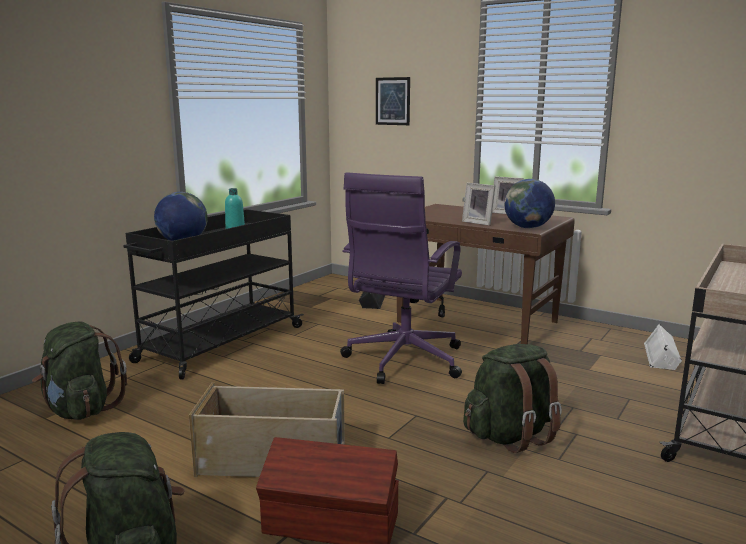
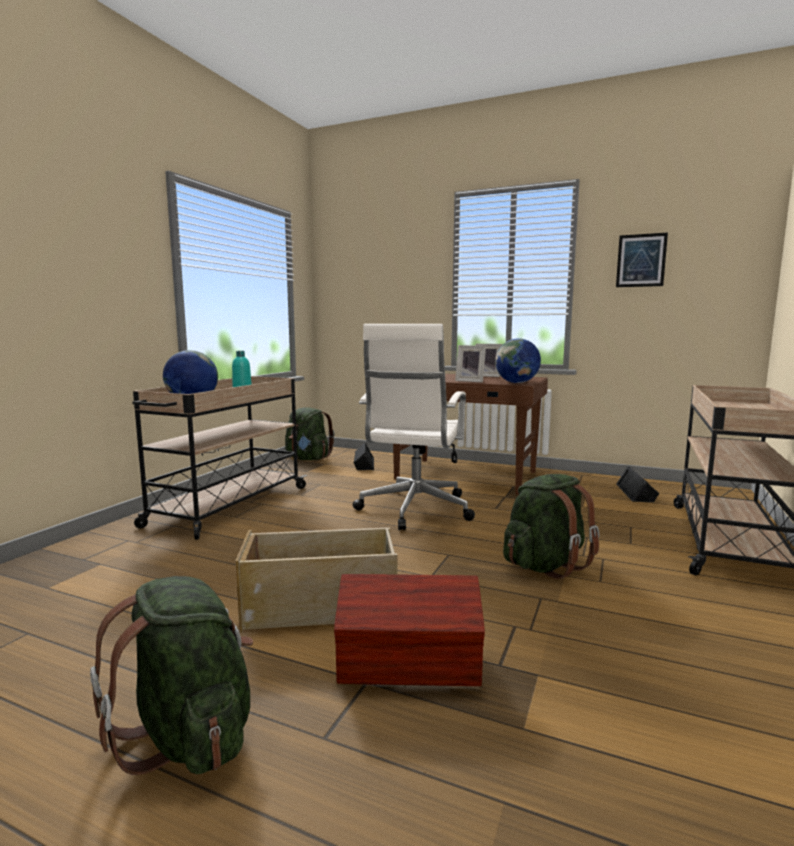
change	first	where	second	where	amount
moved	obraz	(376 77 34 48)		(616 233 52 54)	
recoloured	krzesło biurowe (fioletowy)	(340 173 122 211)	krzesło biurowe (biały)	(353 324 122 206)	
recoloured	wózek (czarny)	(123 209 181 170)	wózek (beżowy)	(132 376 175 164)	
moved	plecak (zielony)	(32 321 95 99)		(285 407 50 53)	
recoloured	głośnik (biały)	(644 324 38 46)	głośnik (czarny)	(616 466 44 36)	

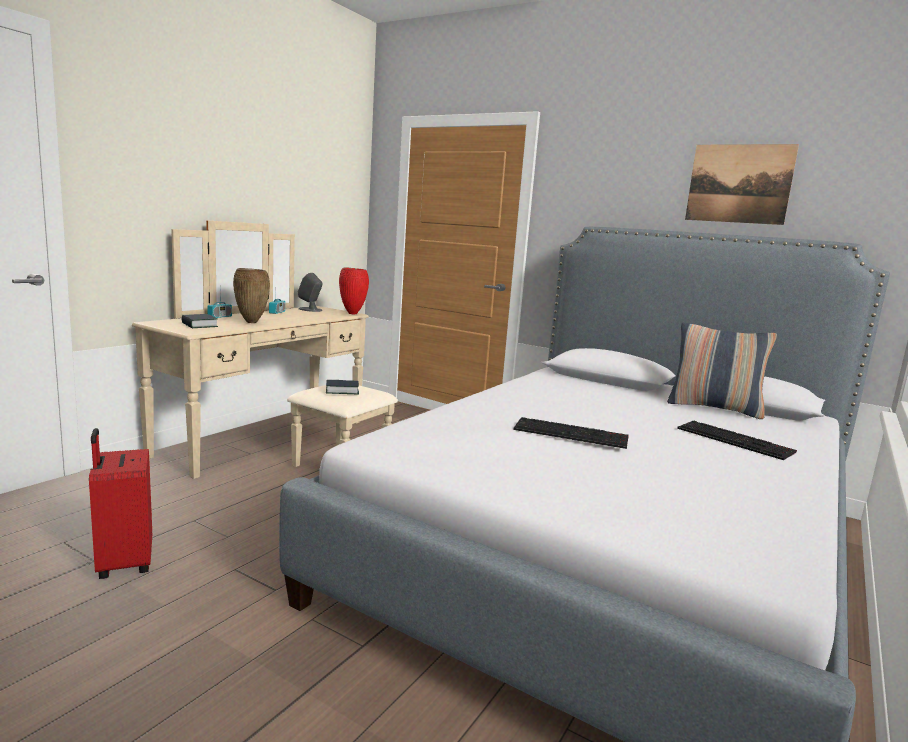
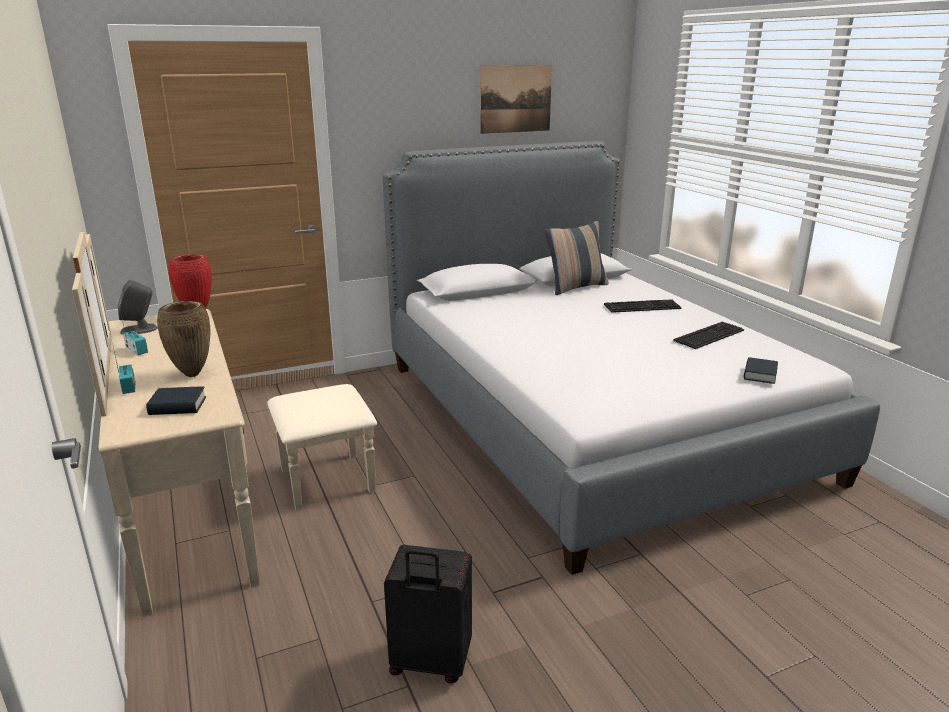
change	first	where	second	where	amount
moved	książka	(326 380 33 14)		(744 357 34 27)	
moved	klawiatura	(513 417 116 32)		(673 322 71 27)	
recoloured	walizka (czerwony)	(89 428 63 151)	walizka (czarny)	(384 545 88 139)	

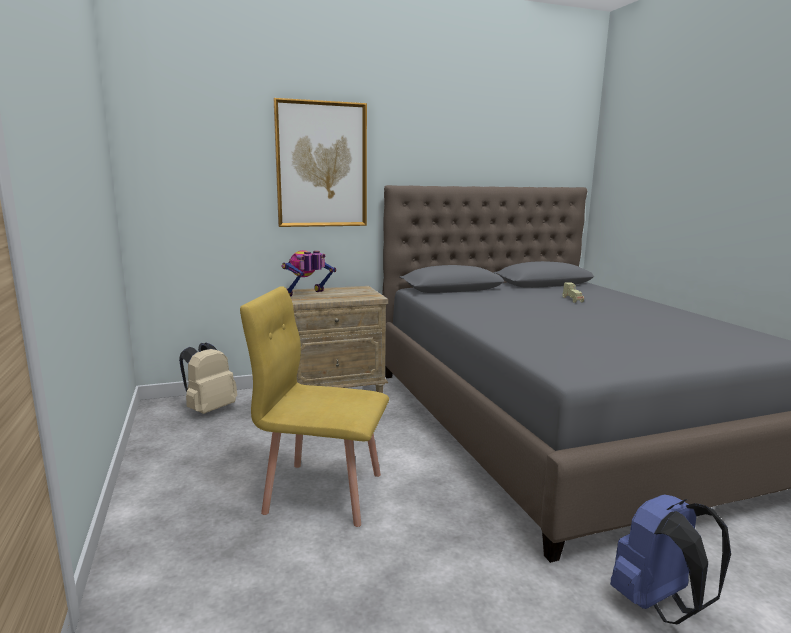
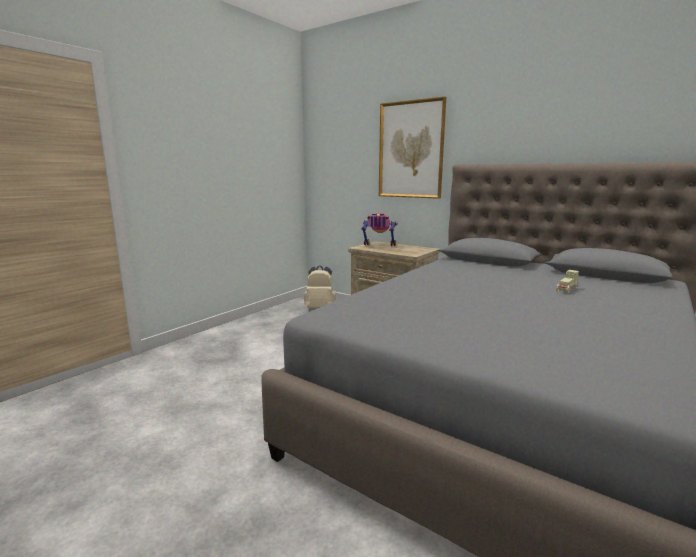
change	first	where	second	where	amount
removed	krzesło (żółty)	(240 286 149 241)			
removed	plecak (niebieski)	(610 494 121 130)			

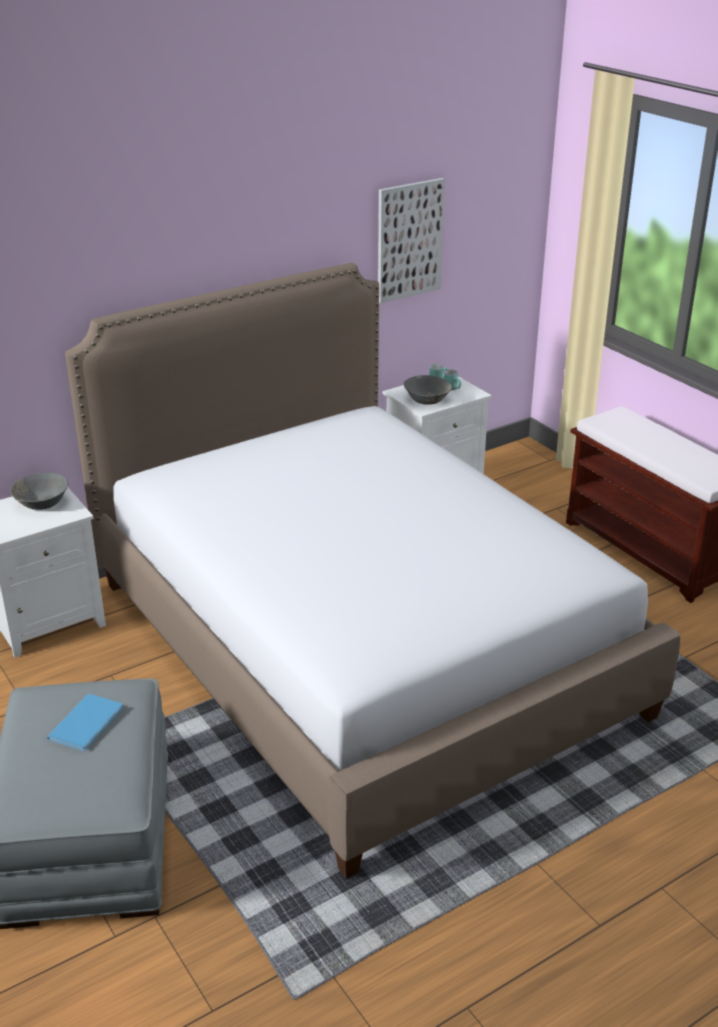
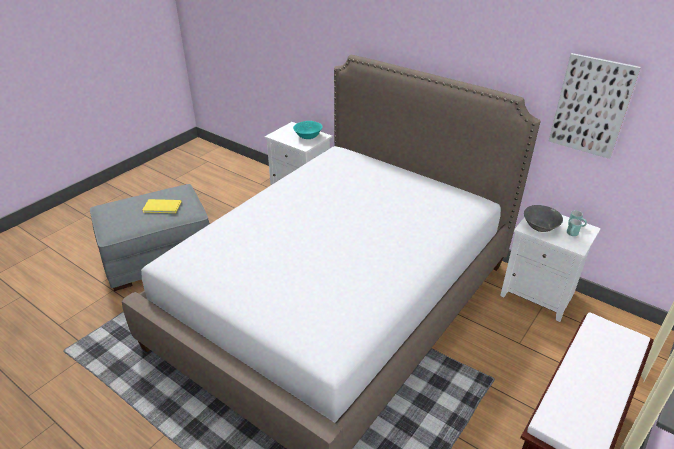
change	first	where	second	where	amount
recoloured	miska (szary)	(10 473 58 37)	miska (turkusowy)	(293 121 30 18)	
recoloured	książka (niebieski)	(47 694 76 57)	książka (żółty)	(143 199 38 14)	

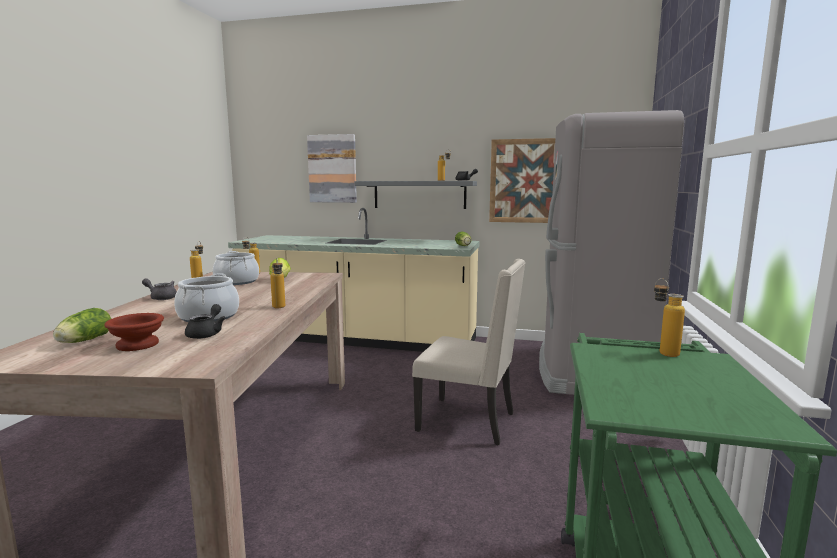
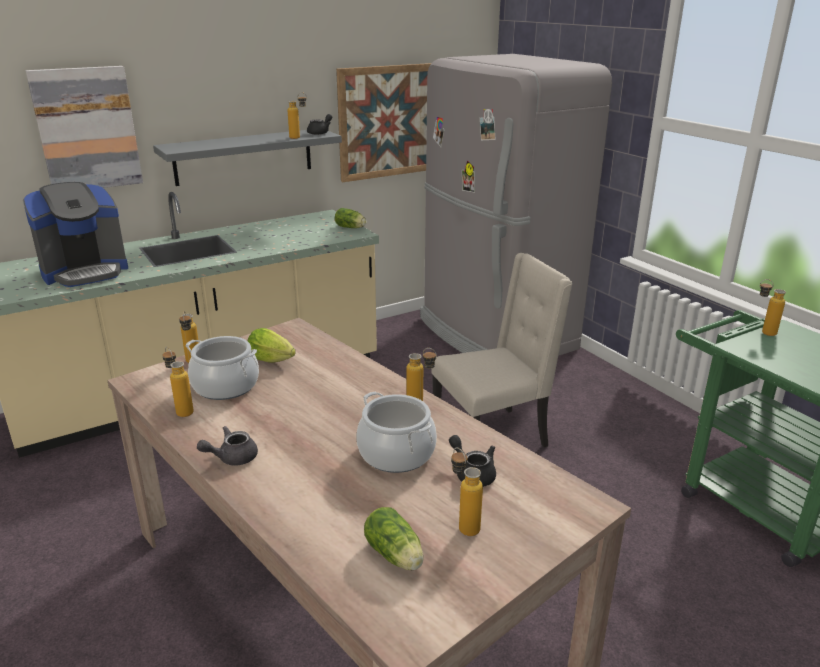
change	first	where	second	where	amount
replaced	miska (brązowy)	(104 313 60 38)	butelka	(451 447 32 89)	
added			ekspres do kawy	(23 182 105 105)	

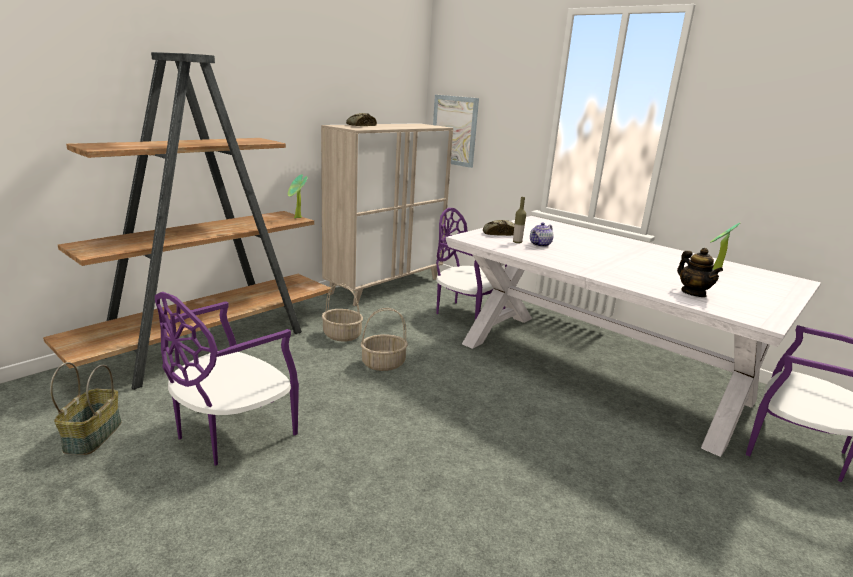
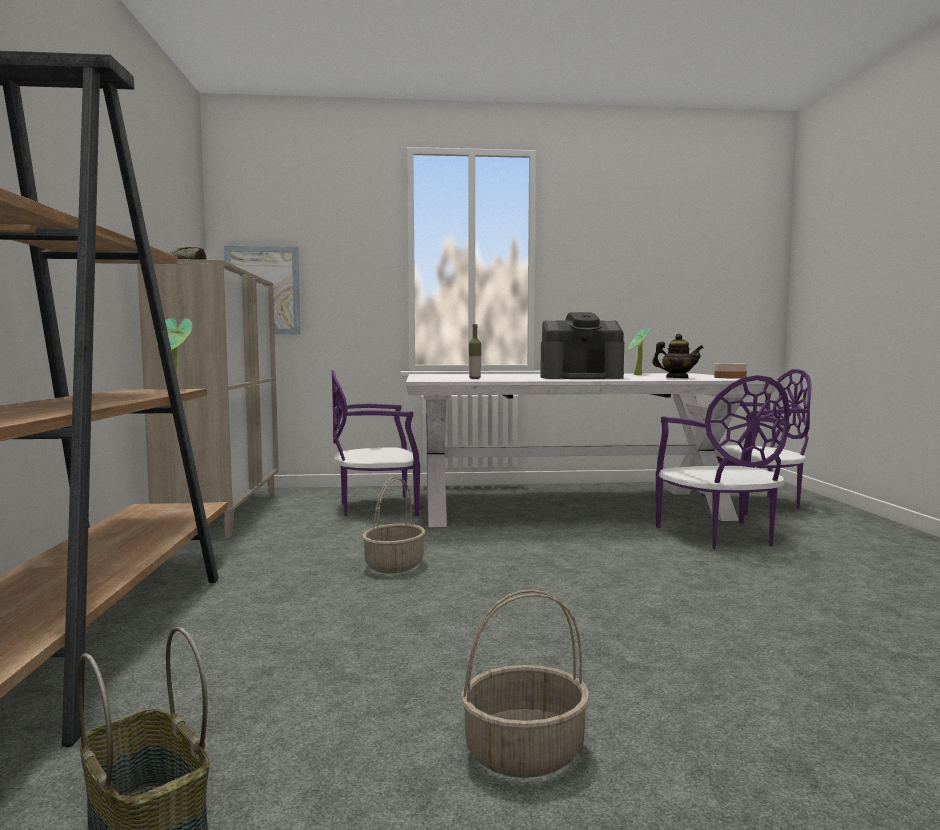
change	first	where	second	where	amount
removed	chleb	(483 220 32 16)			
removed	imbryk	(530 222 23 25)			
moved	koszyk	(321 283 42 59)		(461 589 129 189)	
moved	krzesło (fioletowy)	(155 292 144 174)		(656 375 133 174)	
added			ekspres do kawy	(540 312 84 67)	
added			miska	(714 363 33 16)	

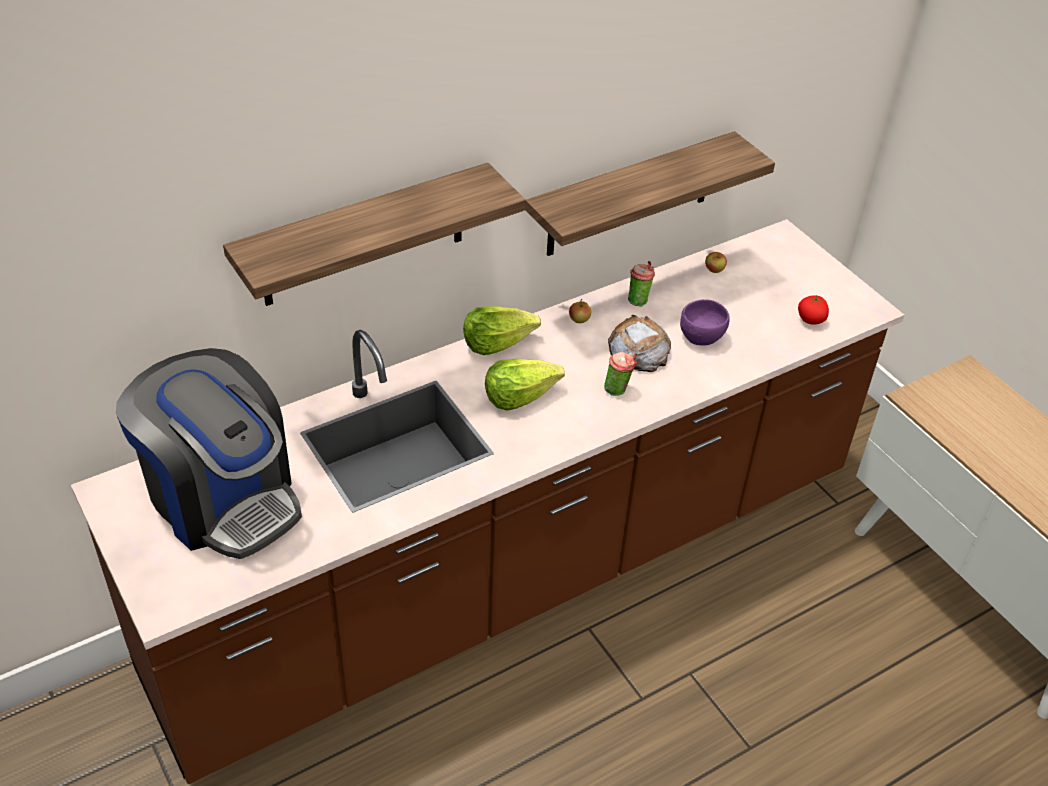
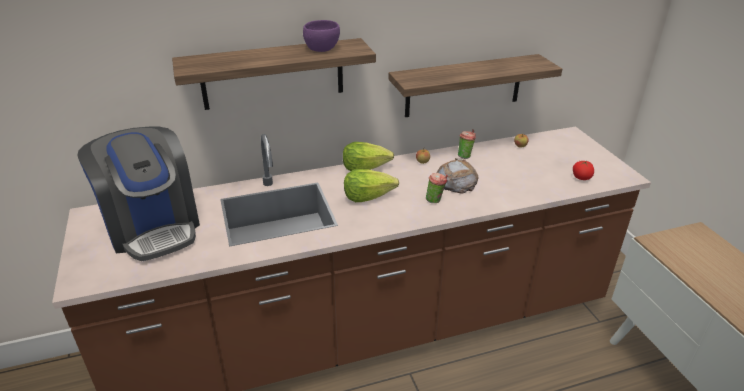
change	first	where	second	where	amount
moved	miska (fioletowy)	(680 299 50 47)		(303 20 37 32)	

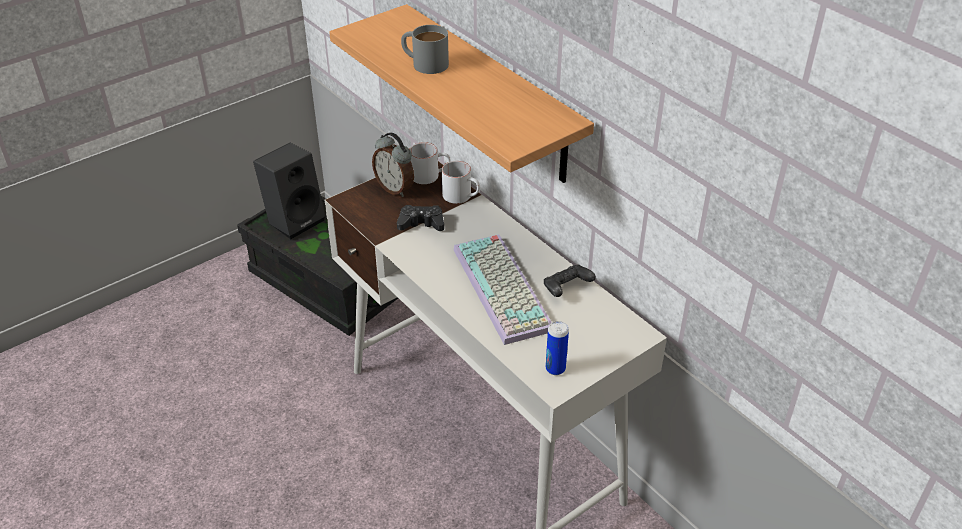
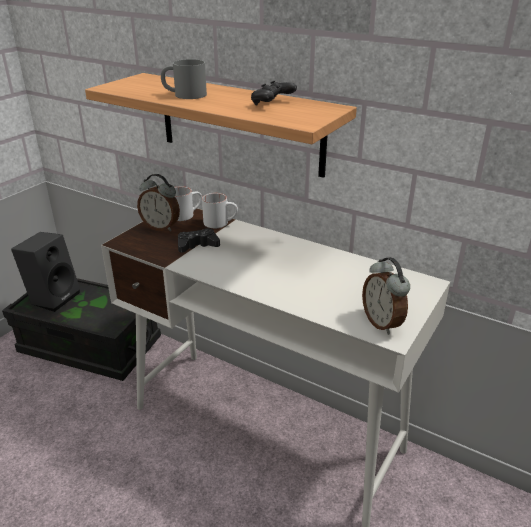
change	first	where	second	where	amount
removed	klawiatura	(453 234 99 111)			
moved	pad do gier (czarny)	(544 265 52 32)		(251 80 46 26)	
replaced	puszka	(546 321 23 54)	budzik	(362 257 48 78)	

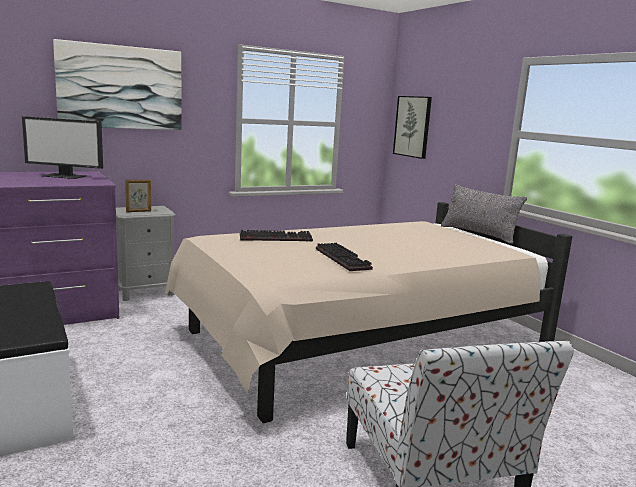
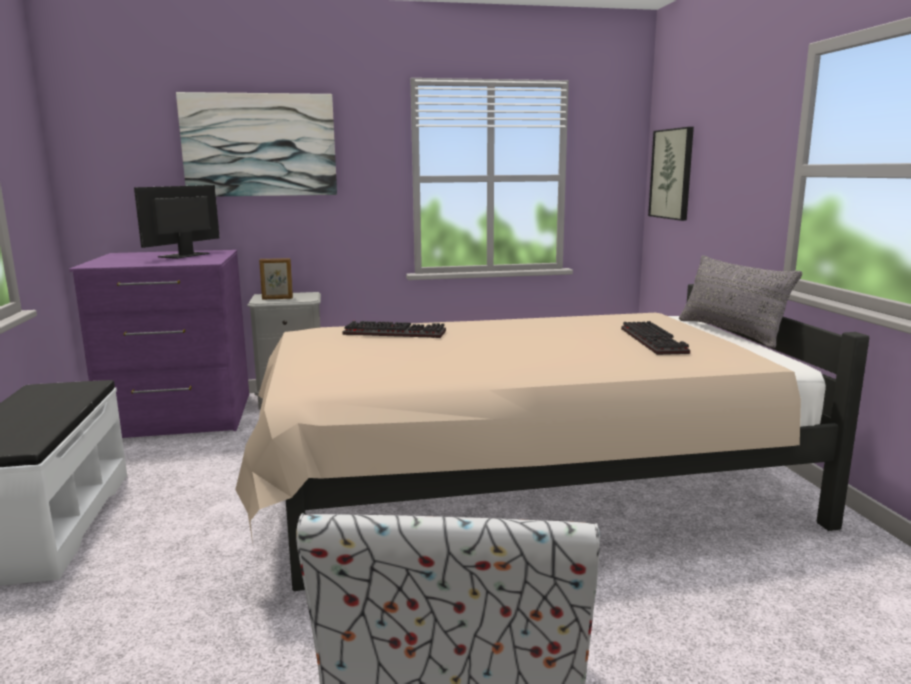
change	first	where	second	where	amount
turned	monitor	(22 116 81 63)		(134 185 86 74)	90 degrees clockwise
moved	klawiatura	(316 243 57 28)		(621 321 69 34)	

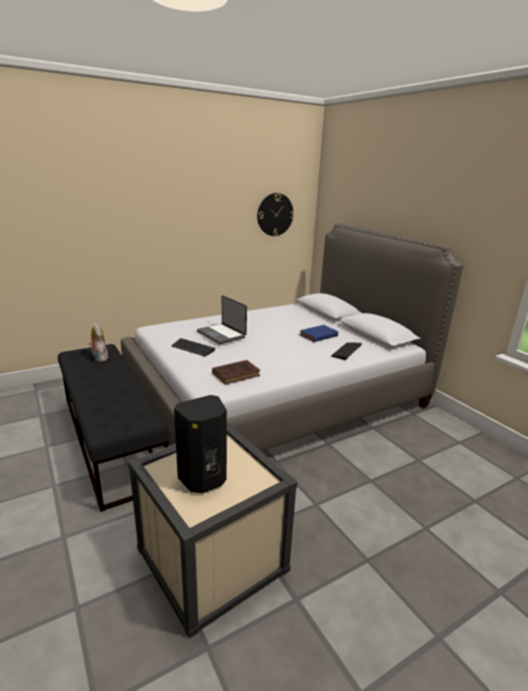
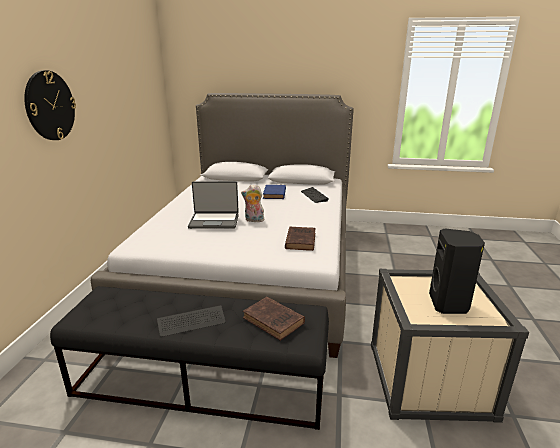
change	first	where	second	where	amount
moved	zegar ścienny	(257 193 37 43)		(24 70 52 70)	
moved	pluszak	(89 323 19 38)		(241 185 23 37)	
moved	klawiatura	(172 338 43 18)		(157 305 68 32)	
added			książka (brązowy)	(243 297 62 44)	

